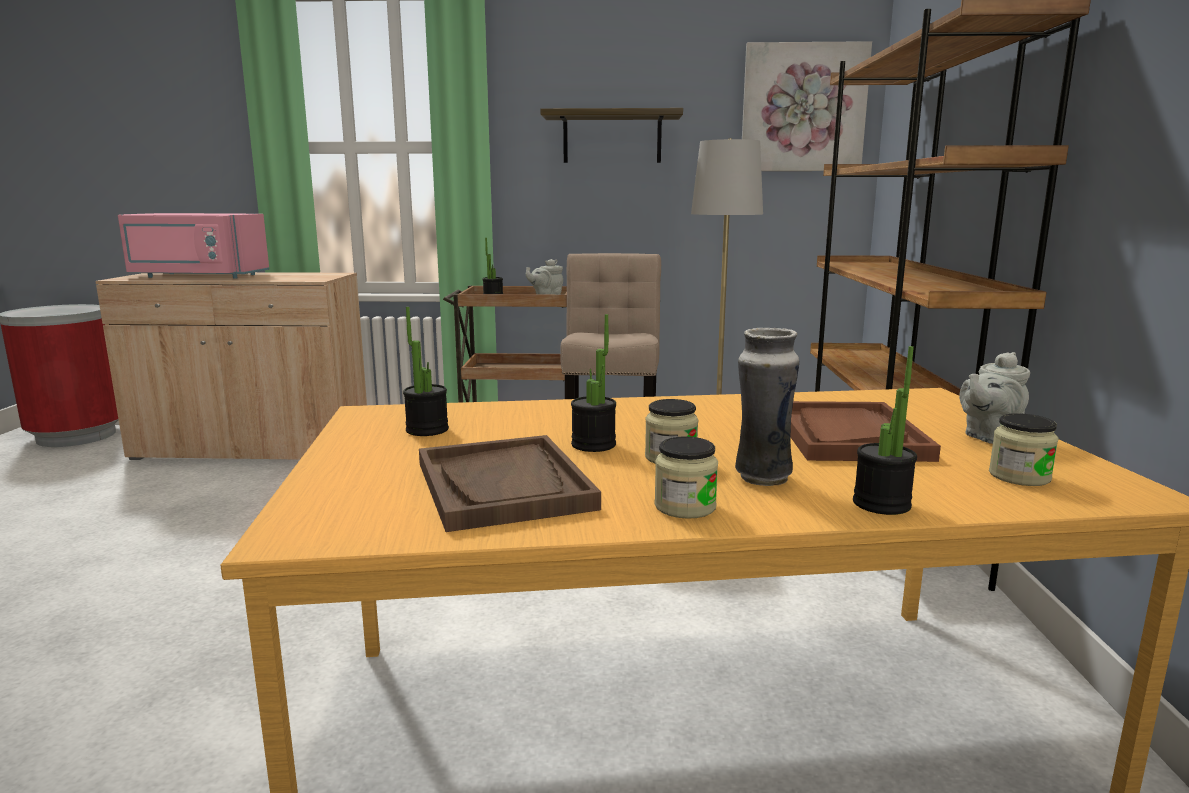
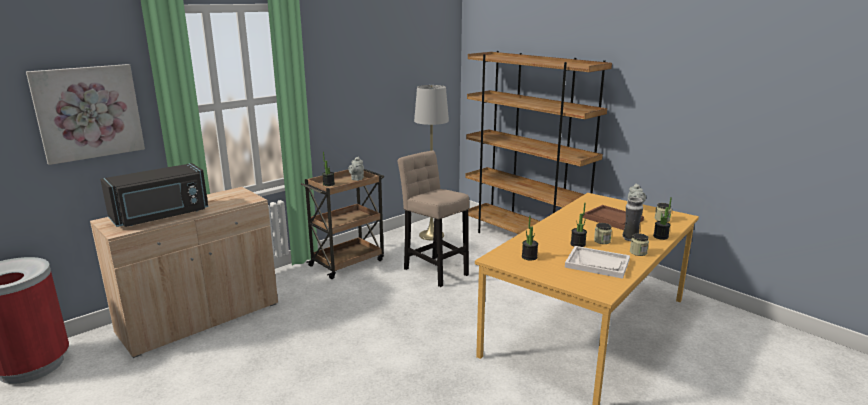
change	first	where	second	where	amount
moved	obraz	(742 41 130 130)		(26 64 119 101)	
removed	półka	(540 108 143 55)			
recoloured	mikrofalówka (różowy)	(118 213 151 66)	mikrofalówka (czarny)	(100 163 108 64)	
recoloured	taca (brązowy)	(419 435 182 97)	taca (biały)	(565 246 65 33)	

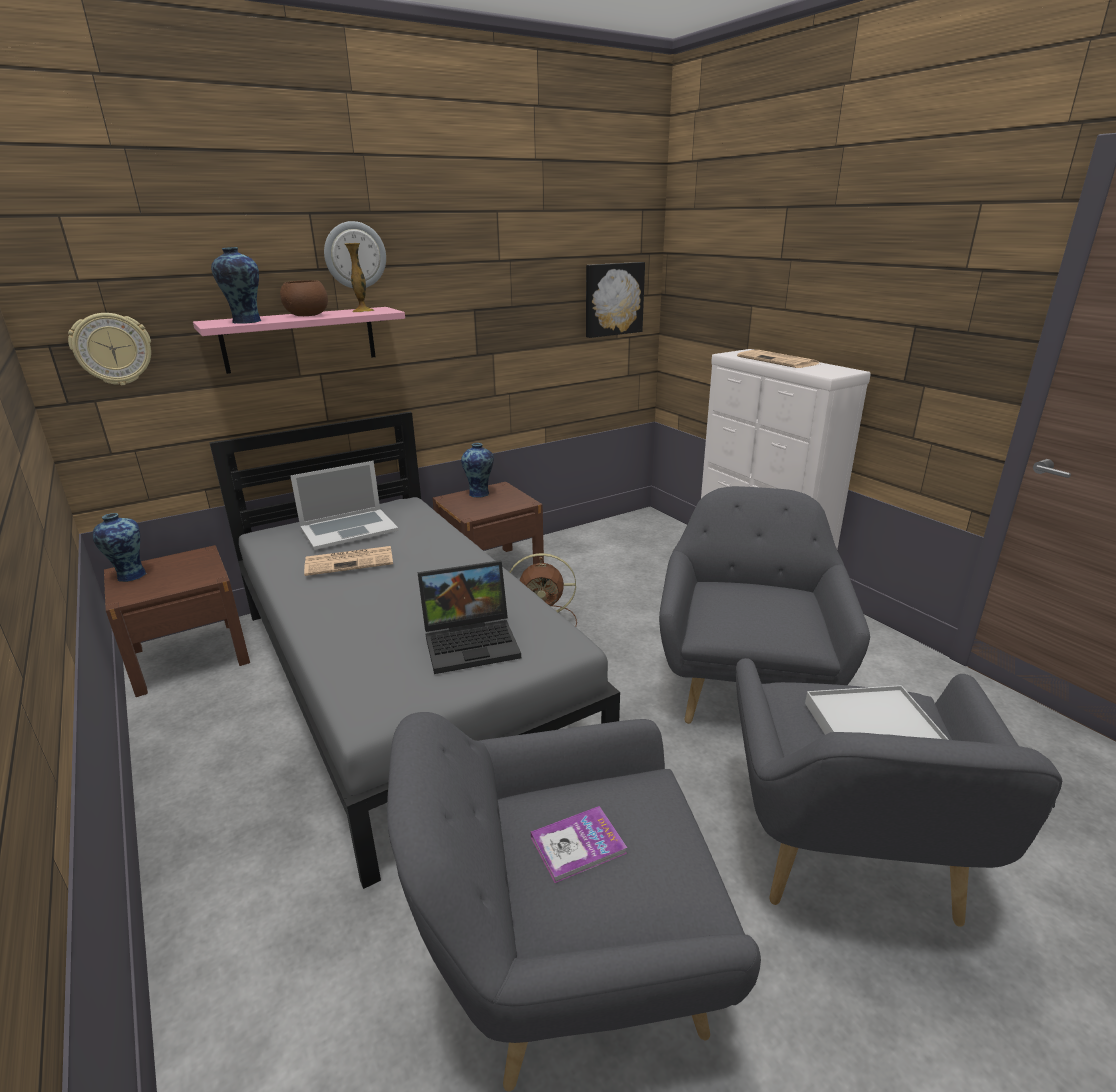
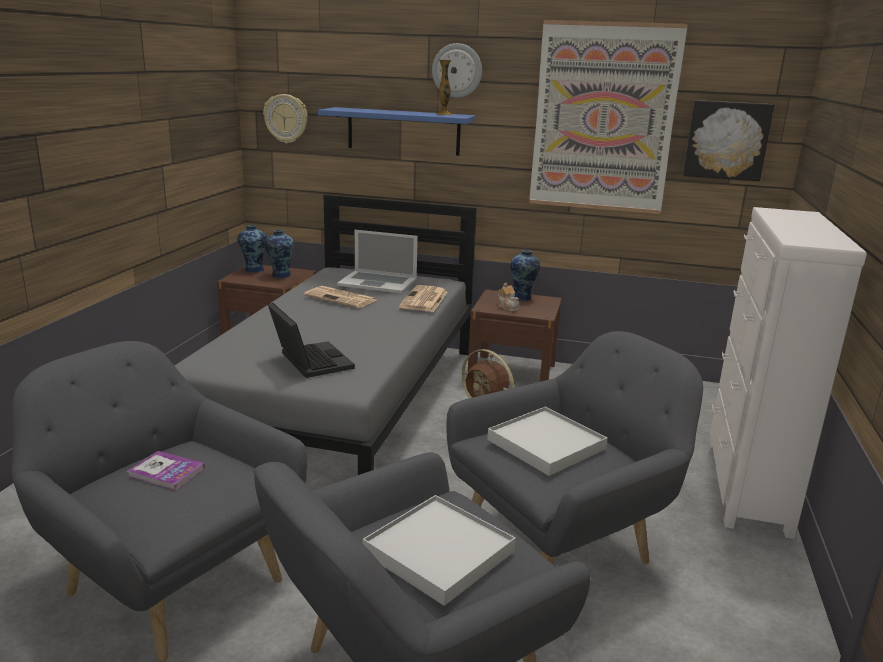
change	first	where	second	where	amount
moved	wazon	(211 247 50 77)		(264 229 30 49)	
removed	miska (brązowy)	(280 280 48 36)			
recoloured	półka (różowy)	(193 307 212 67)	półka (niebieski)	(318 107 158 49)	
moved	gazeta	(737 350 82 18)		(399 285 49 27)	
turned	laptop	(417 561 104 113)		(268 303 87 75)	150 degrees counterclockwise
added			obraz	(529 20 158 194)	
added			imbryk	(498 282 21 30)	
added			taca (biały)	(487 407 121 69)	

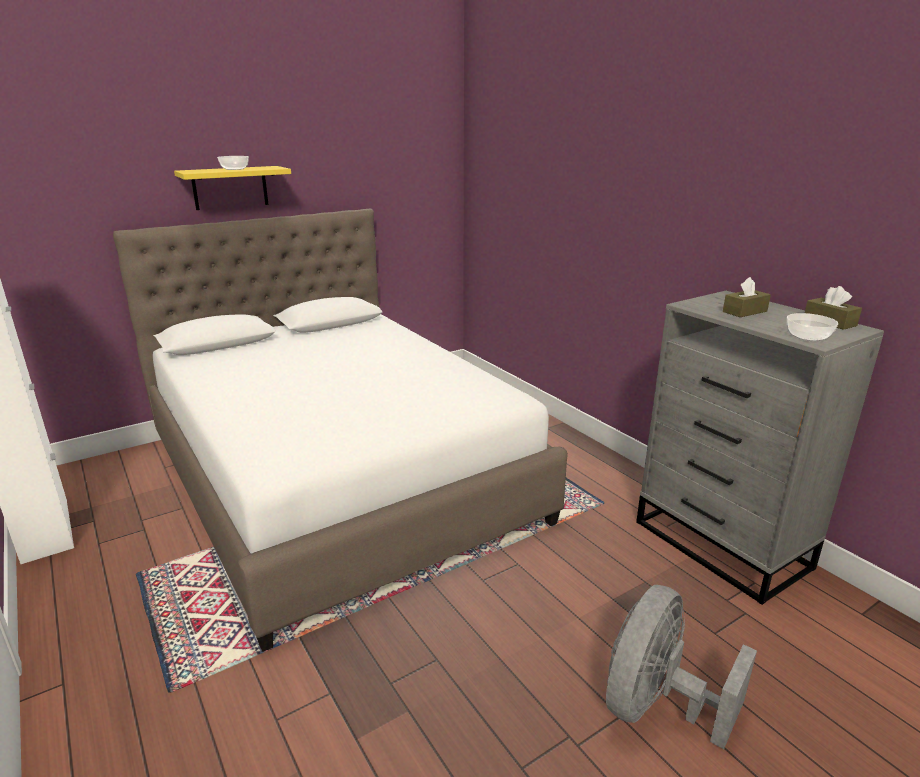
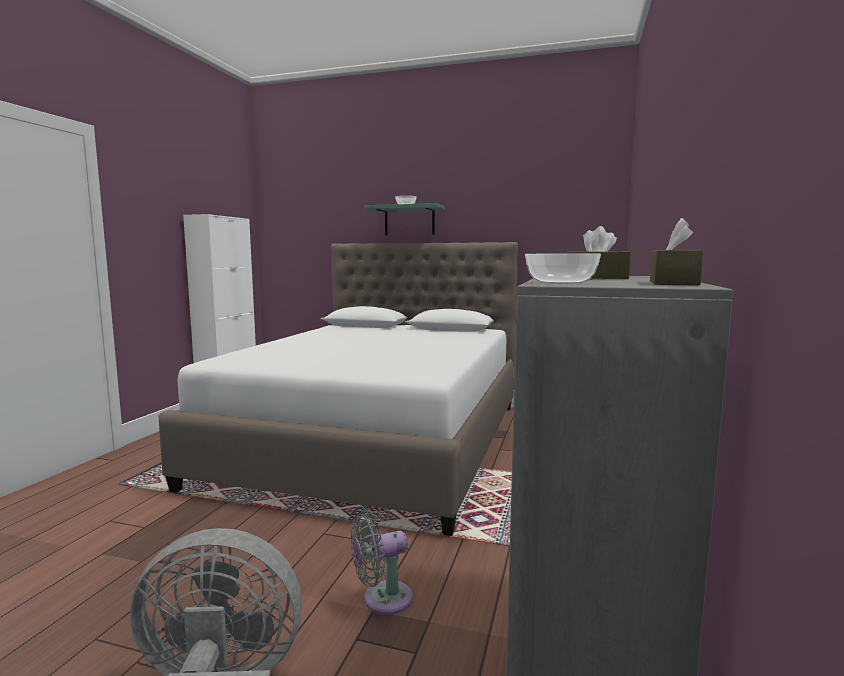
change	first	where	second	where	amount
recoloured	półka (żółty)	(174 166 117 44)	półka (zielony)	(364 203 81 32)	
added			wentylator (szary)	(351 515 62 100)	

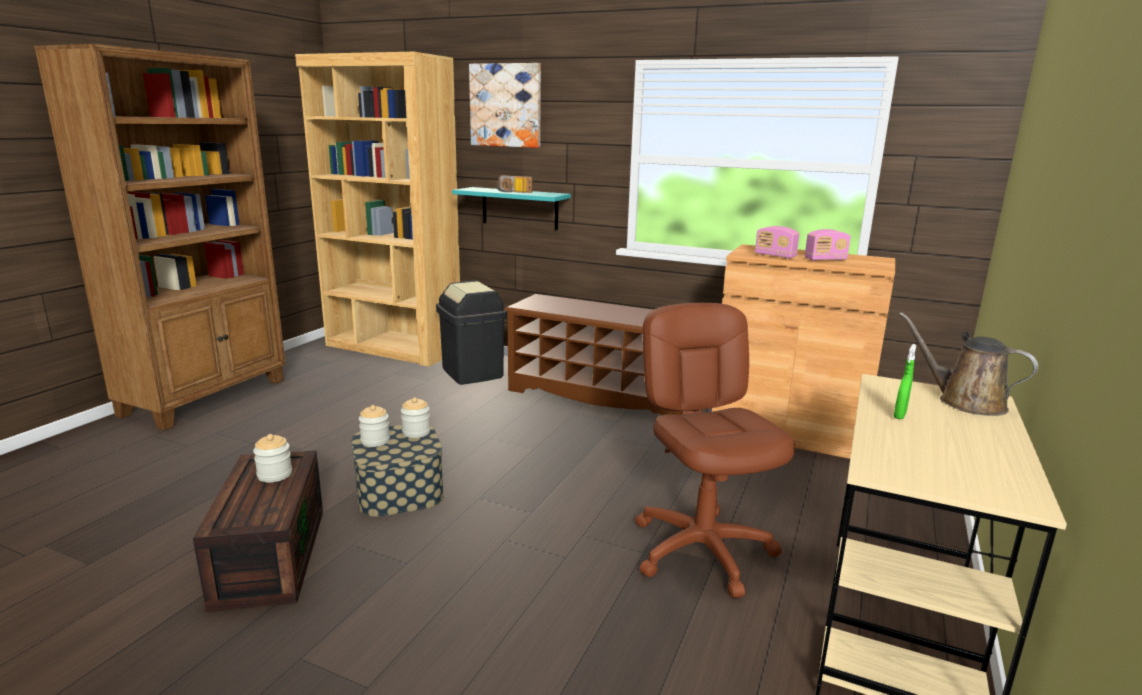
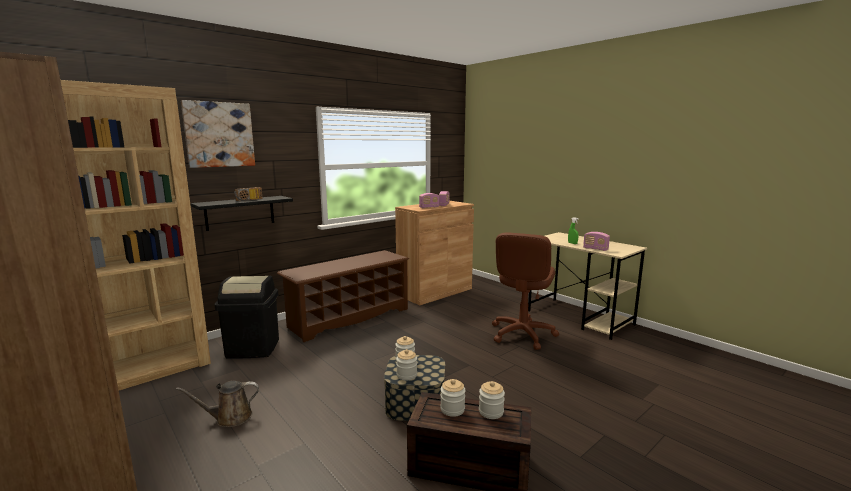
change	first	where	second	where	amount
recoloured	półka (turkusowy)	(452 187 119 43)	półka (czarny)	(191 196 102 35)	
turned	krzesło biurowe (brązowy)	(635 303 160 295)		(492 232 67 118)	75 degrees counterclockwise
moved	konewka (brązowy)	(899 313 139 103)		(176 381 83 46)	
added			radio	(583 232 27 19)	
added			słoik	(479 381 26 38)	

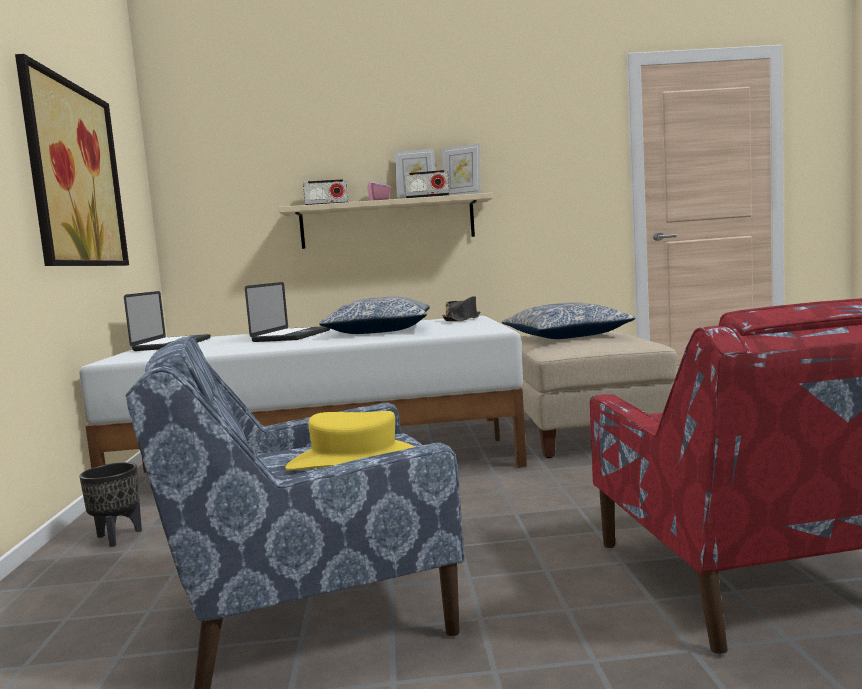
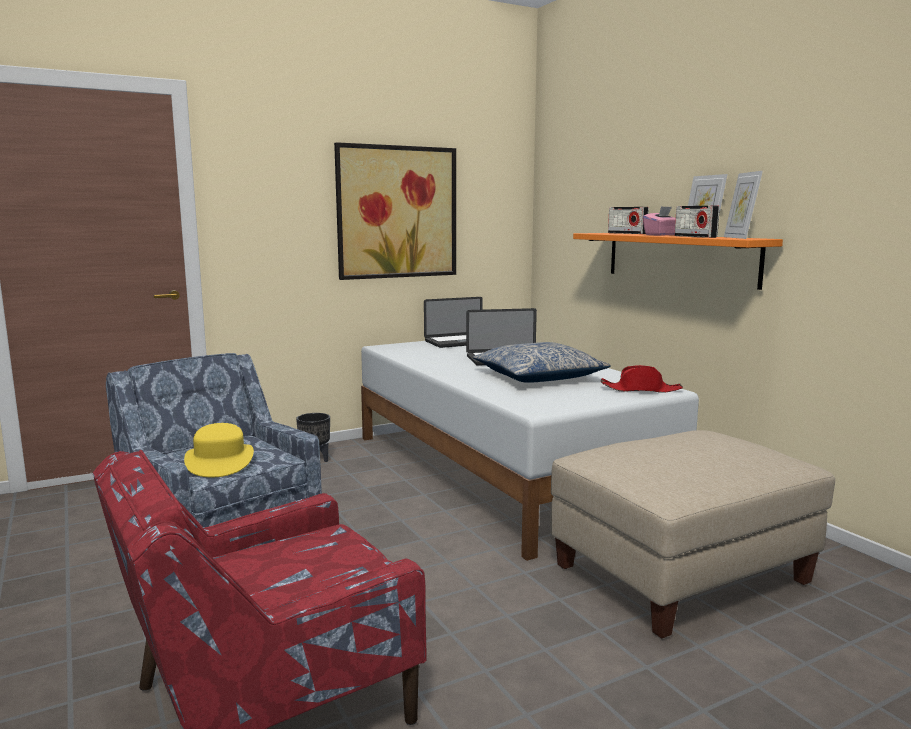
change	first	where	second	where	amount
recoloured	półka (beżowy)	(278 193 215 56)	półka (pomarańczowy)	(573 233 210 57)	
recoloured	kapelusz (czarny)	(442 296 38 25)	kapelusz (czerwony)	(601 365 82 28)	
removed	poduszka	(502 302 134 37)			

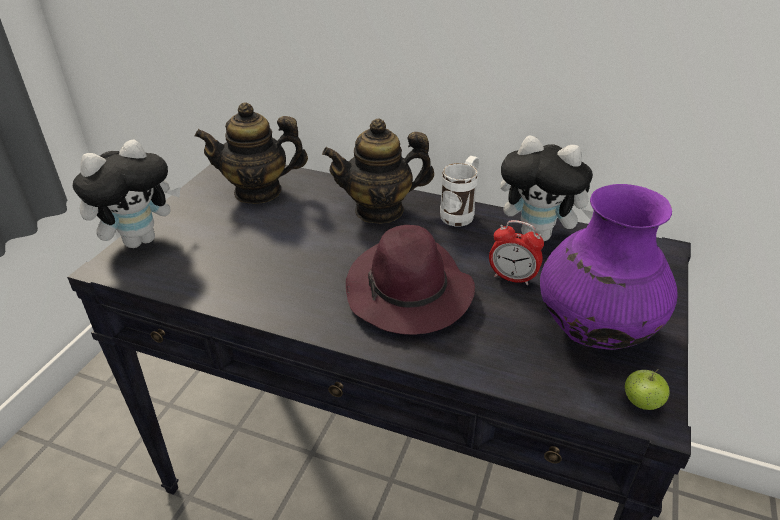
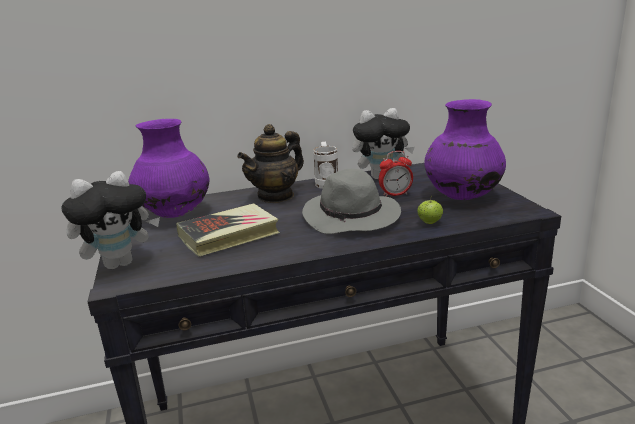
change	first	where	second	where	amount
replaced	imbryk	(194 102 114 102)	wazon (fioletowy)	(128 119 82 99)	
turned	pluszak	(73 139 108 109)		(62 171 98 98)	45 degrees clockwise
recoloured	kapelusz (fioletowy)	(346 225 129 110)	kapelusz (szary)	(302 169 99 65)	
moved	jabłko	(625 369 45 41)		(417 199 26 25)	
added			książka	(176 203 104 54)	

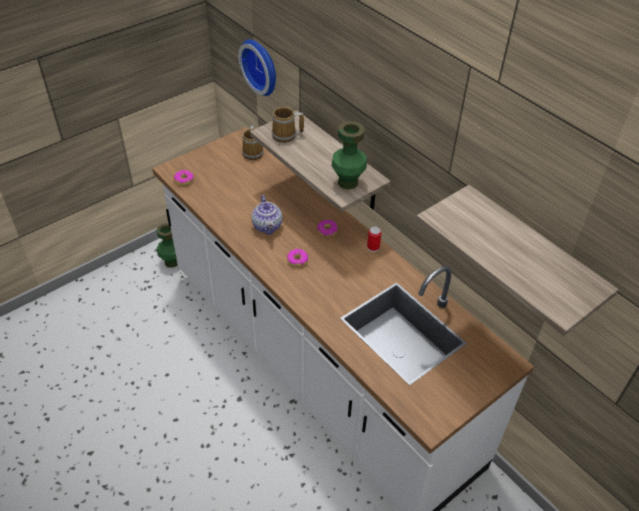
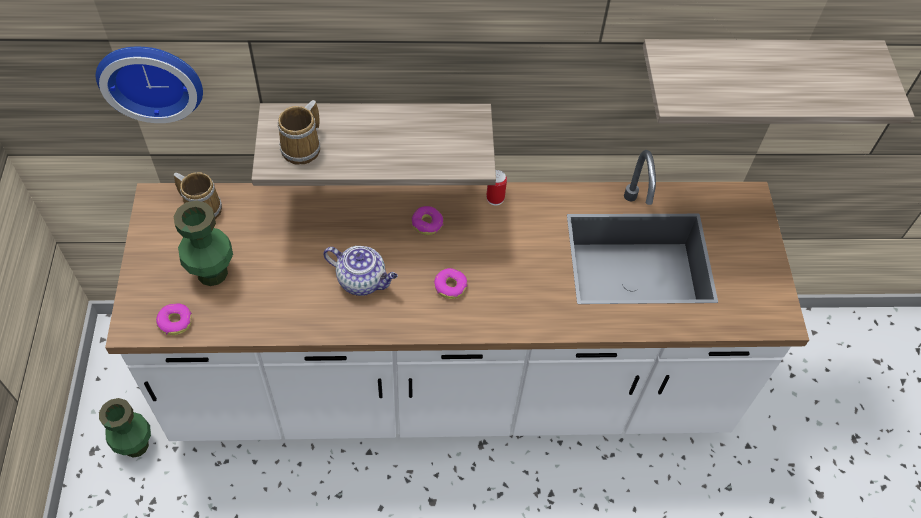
change	first	where	second	where	amount
moved	wazon (zielony)	(331 121 36 69)		(174 200 59 86)	

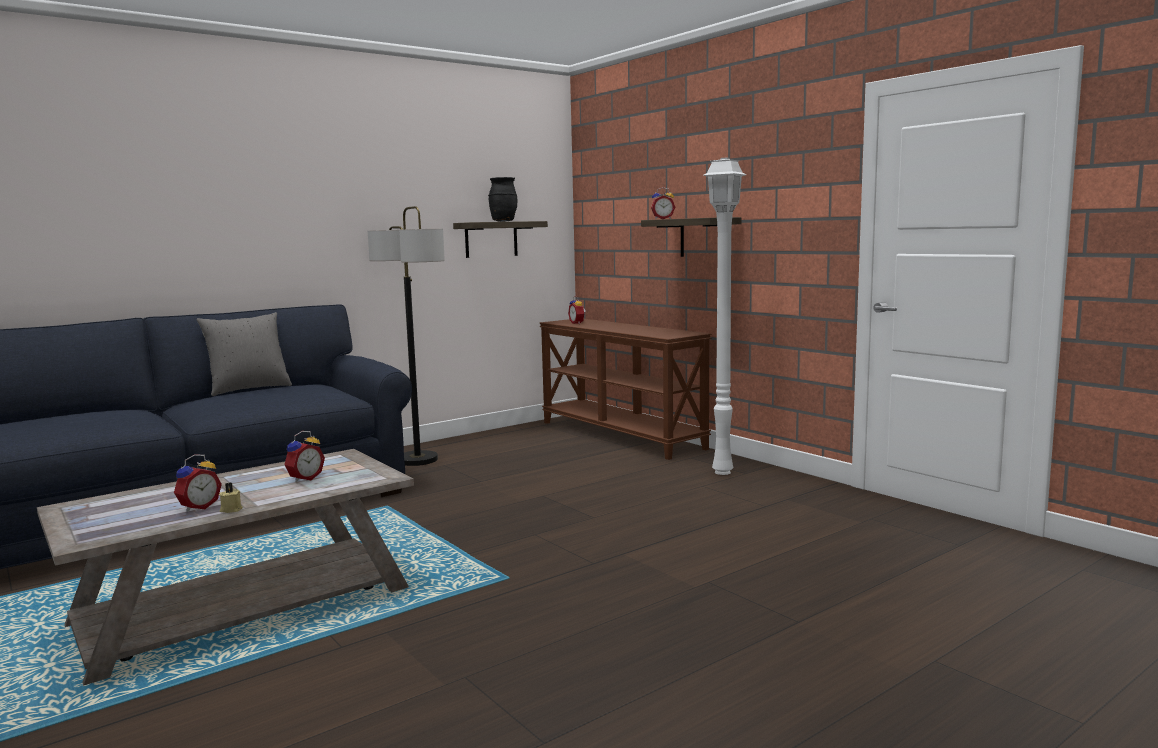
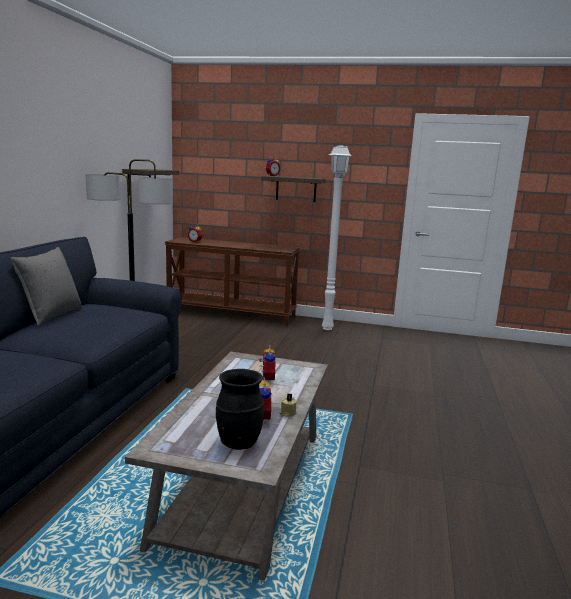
change	first	where	second	where	amount
moved	wazon (czarny)	(488 177 29 45)		(216 369 48 81)	

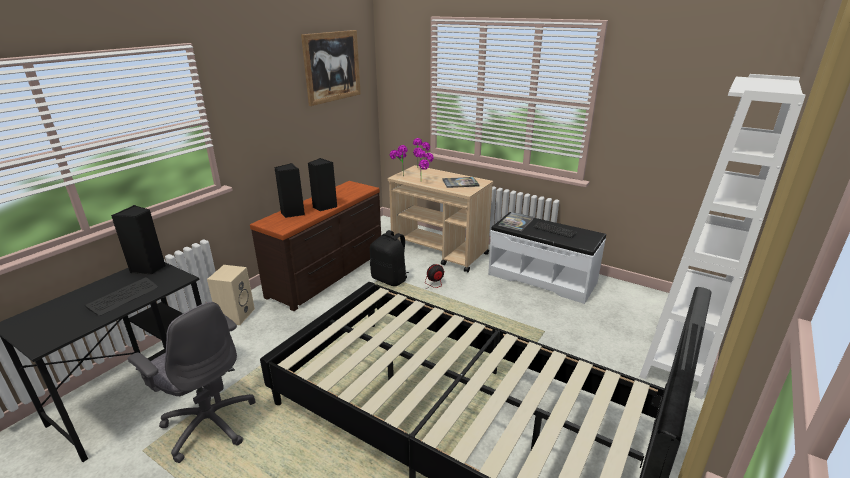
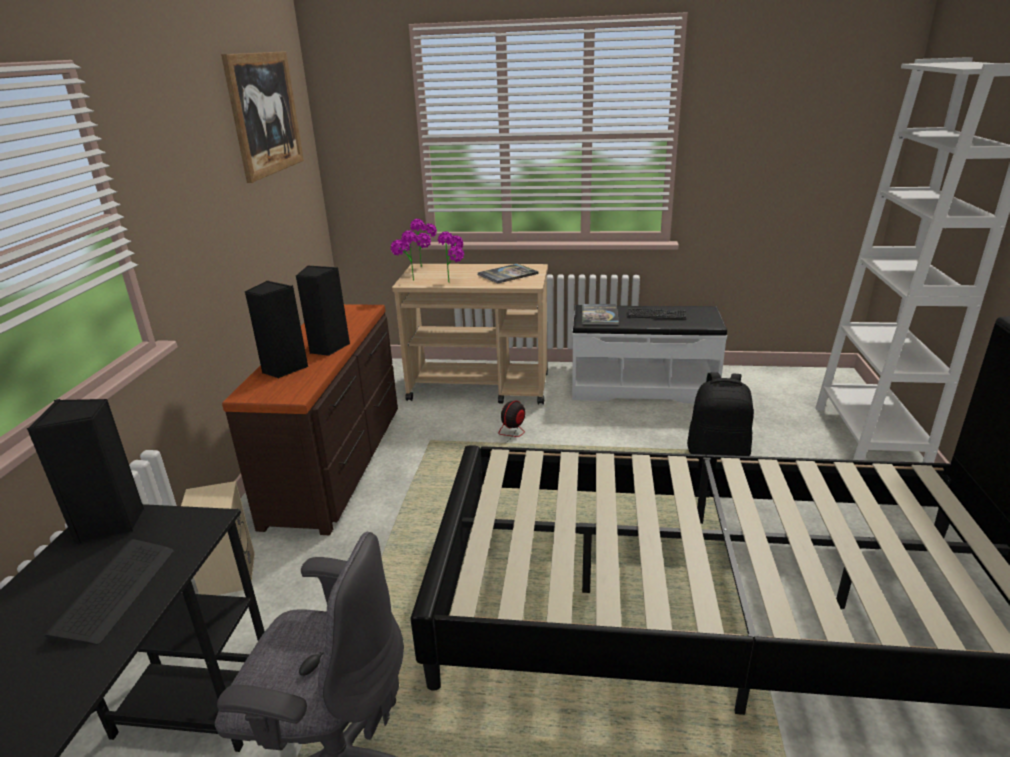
change	first	where	second	where	amount
moved	plecak (czarny)	(370 230 39 56)		(687 372 67 84)	

